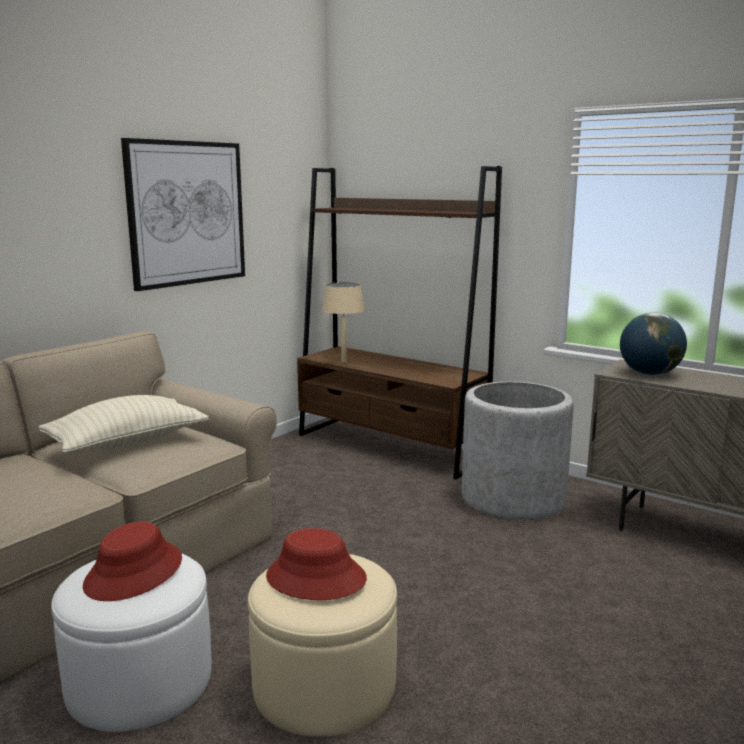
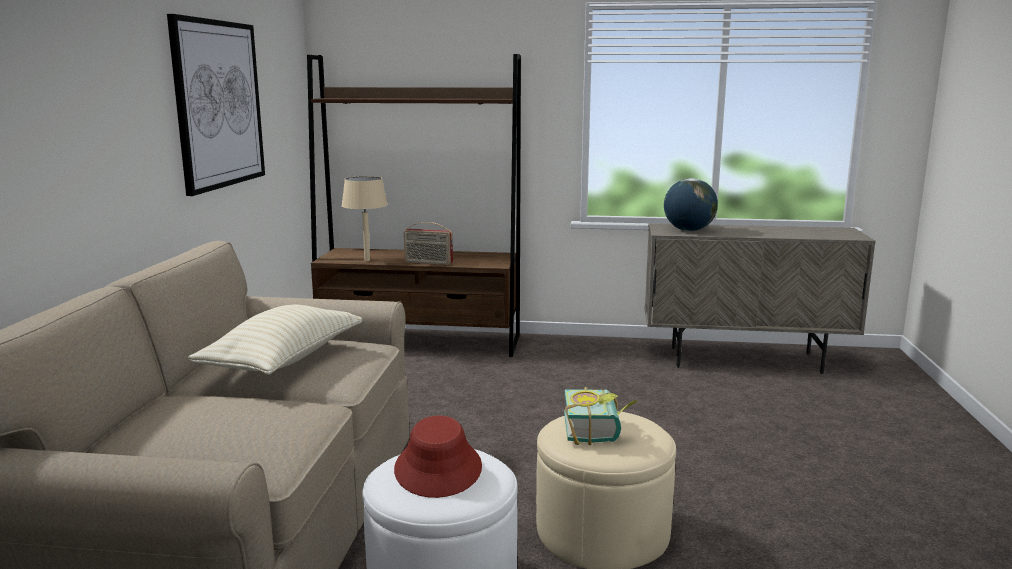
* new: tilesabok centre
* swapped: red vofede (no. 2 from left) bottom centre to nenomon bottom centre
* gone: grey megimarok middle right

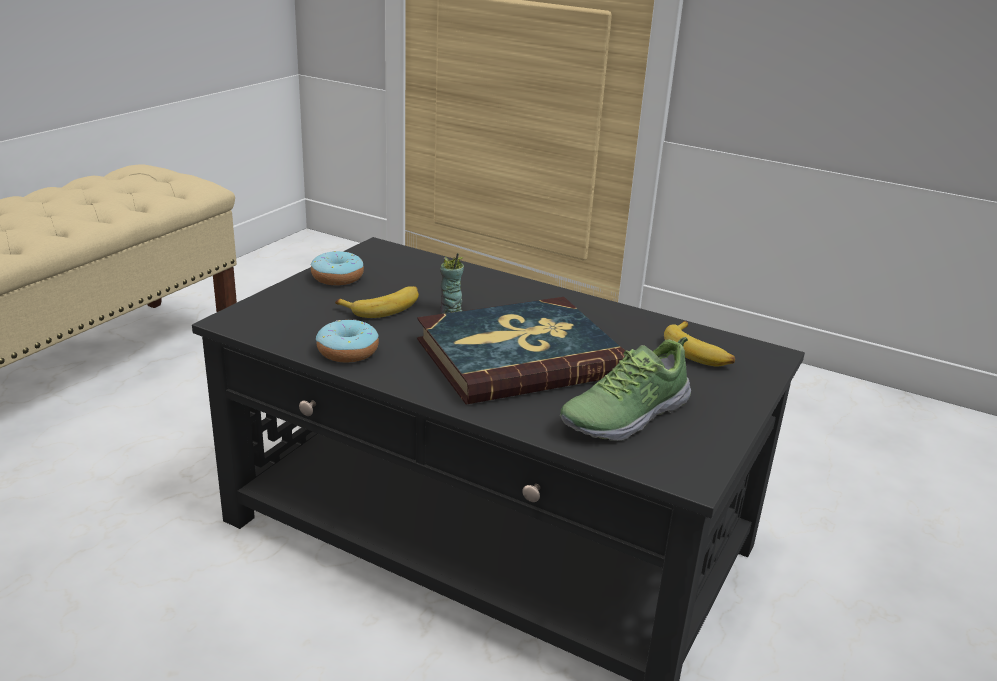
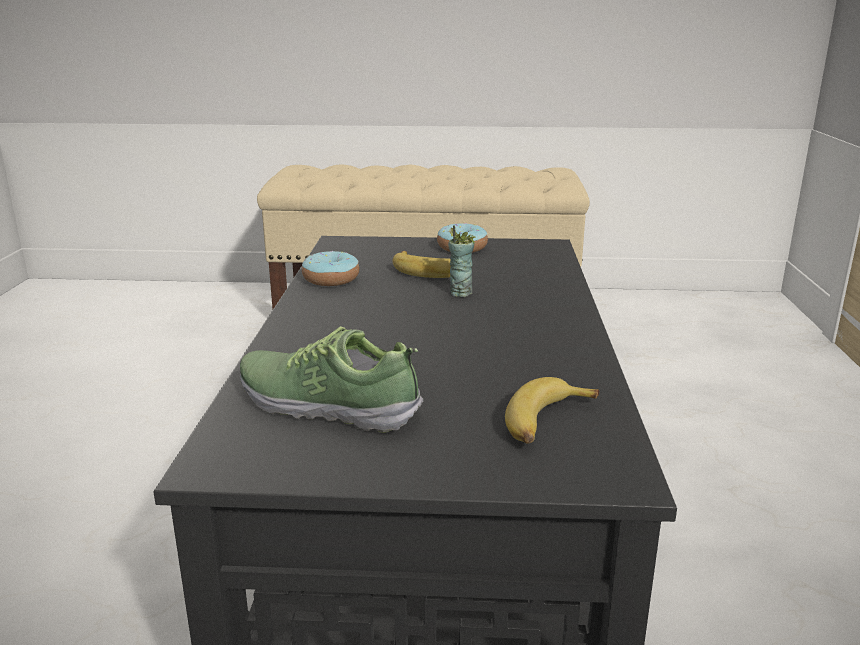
* gone: nenomon centre

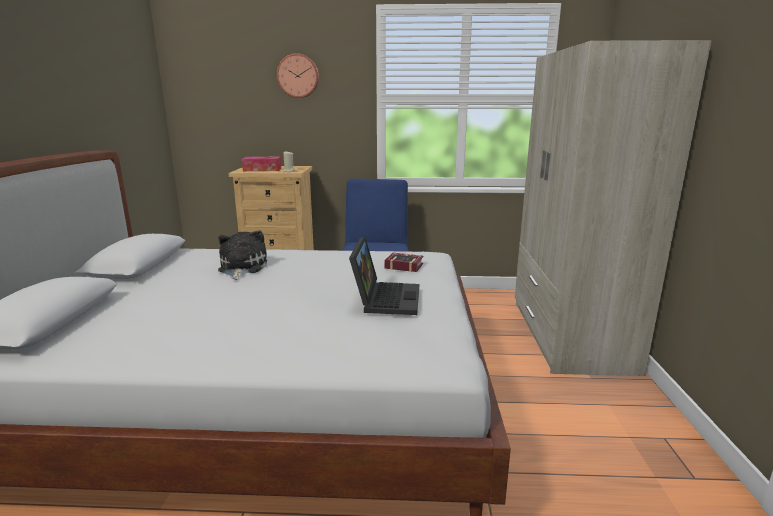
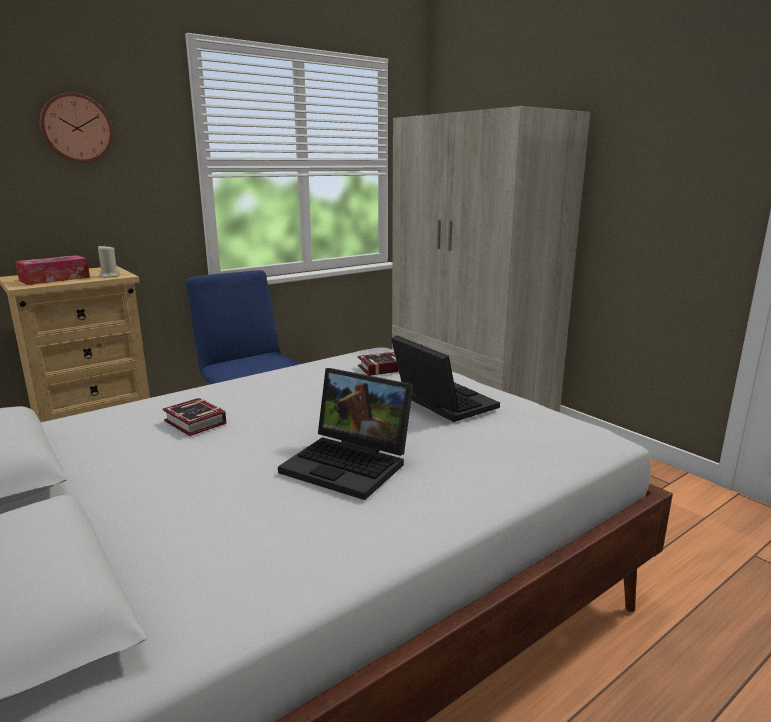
* swapped: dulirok middle left to nenomon (no. 1 from left) middle left
* new: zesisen (no. 1 from left) centre

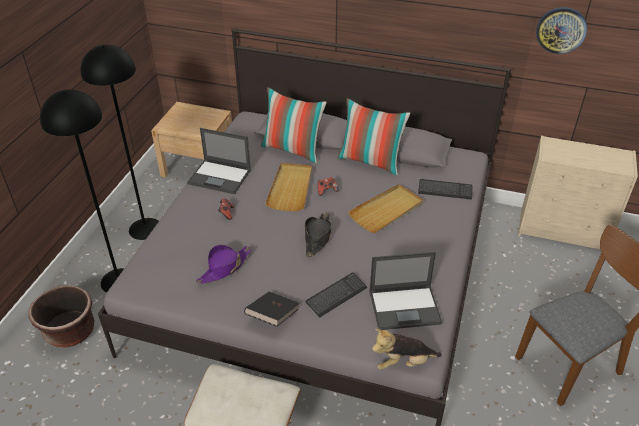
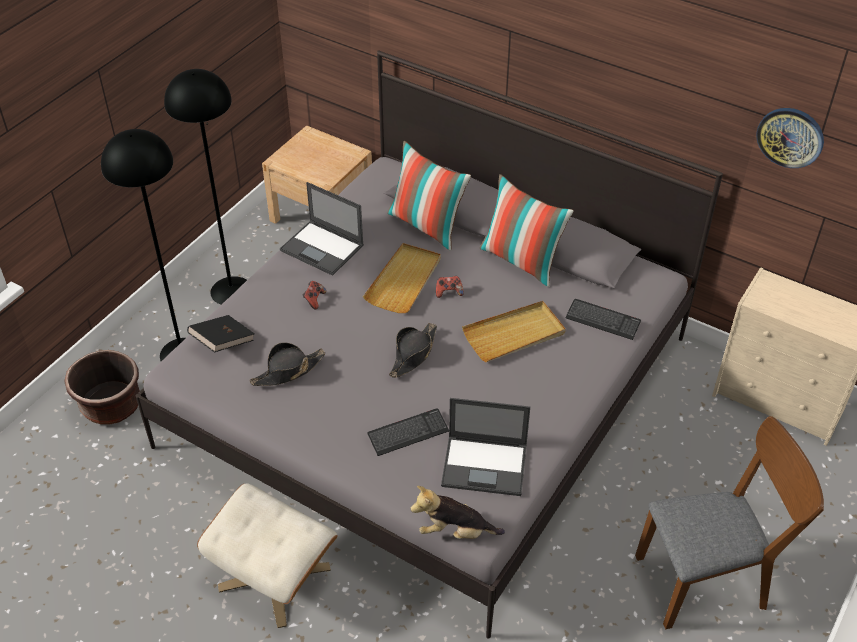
* shifted: black nenomon bottom centre to middle left
* repainted: purple vofede centre to black vofede (no. 1 from left) centre

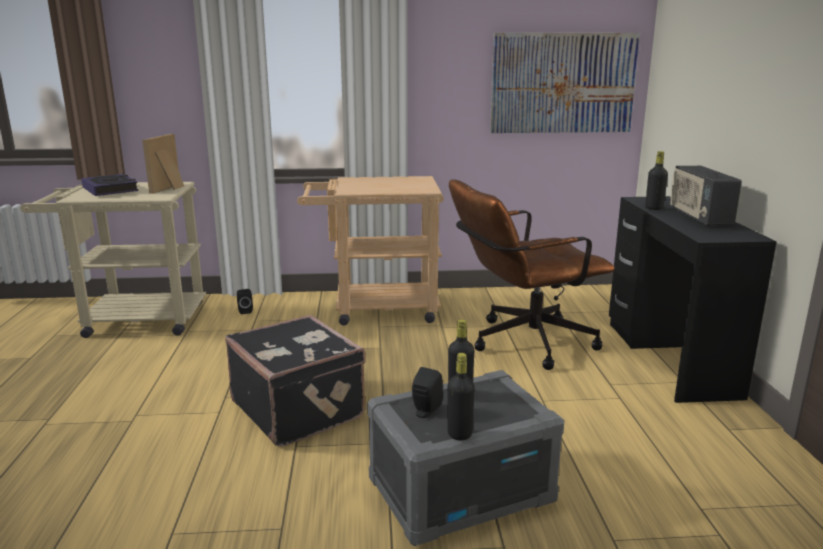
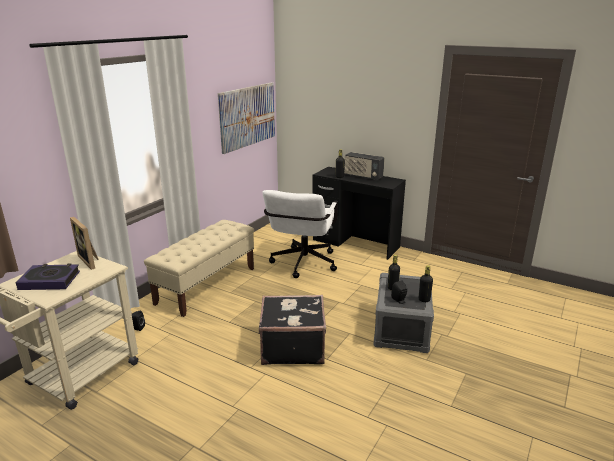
* swapped: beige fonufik (no. 2 from left) centre to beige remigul middle left
* repainted: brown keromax centre to white keromax centre

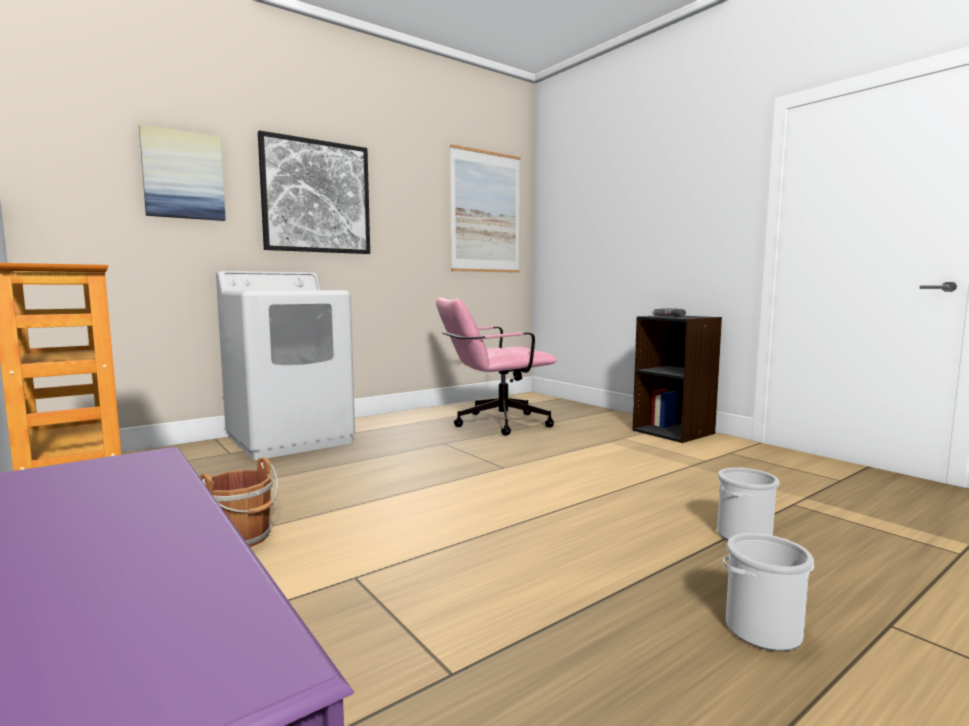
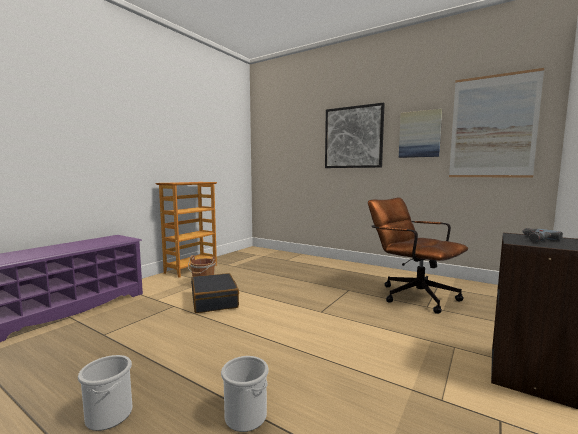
* new: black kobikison bottom centre
* repainted: pink keromax centre to brown keromax middle right
* shifted: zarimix (no. 1 from left in the first image) top left to zarimix (no. 2 from left) top right
* gone: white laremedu middle left

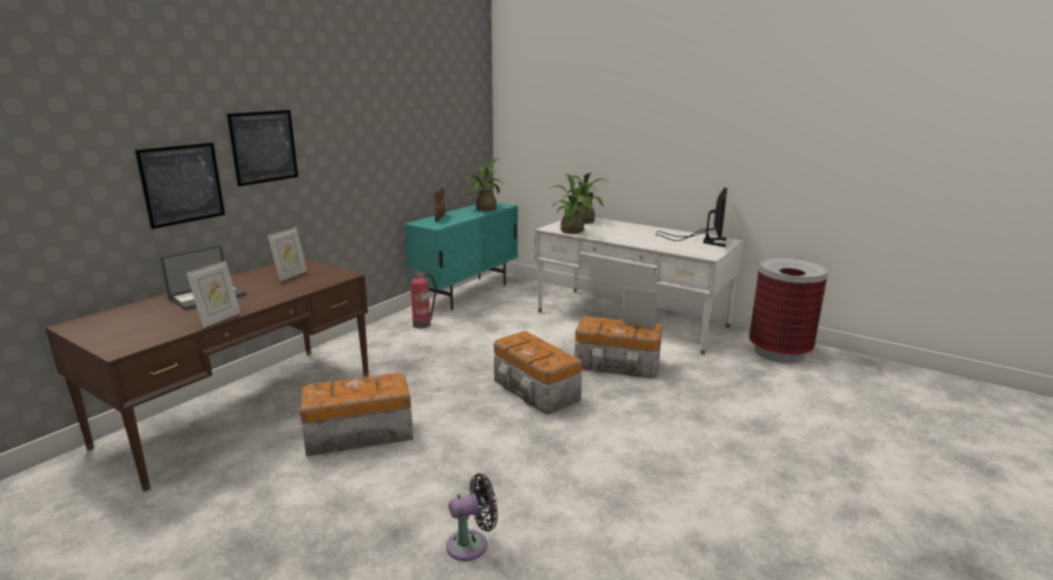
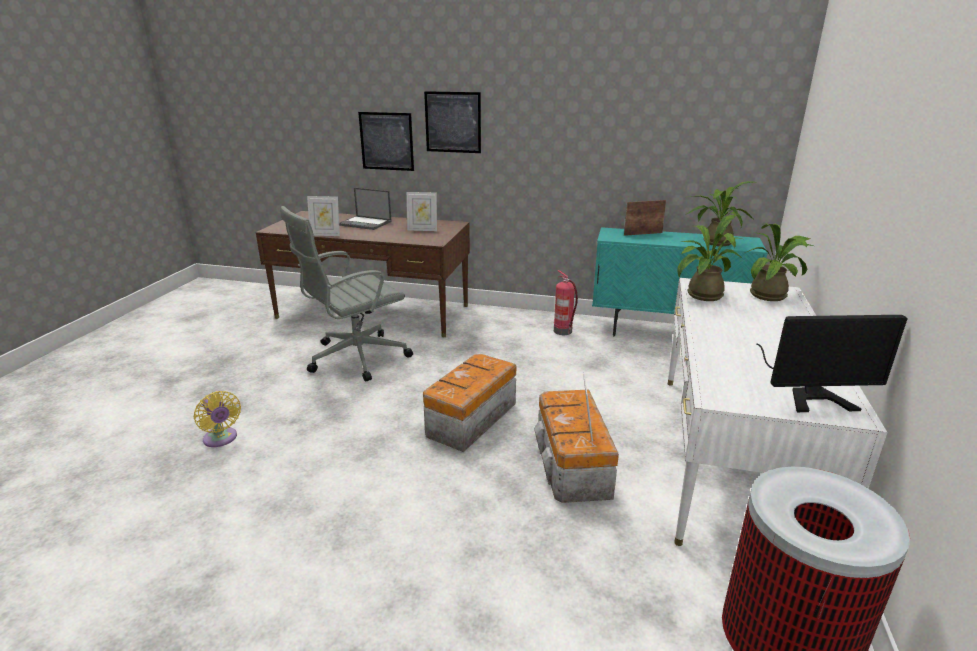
* repainted: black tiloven bottom centre to yellow tiloven middle left
* swapped: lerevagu (no. 1 from left) bottom centre to grey keromax centre

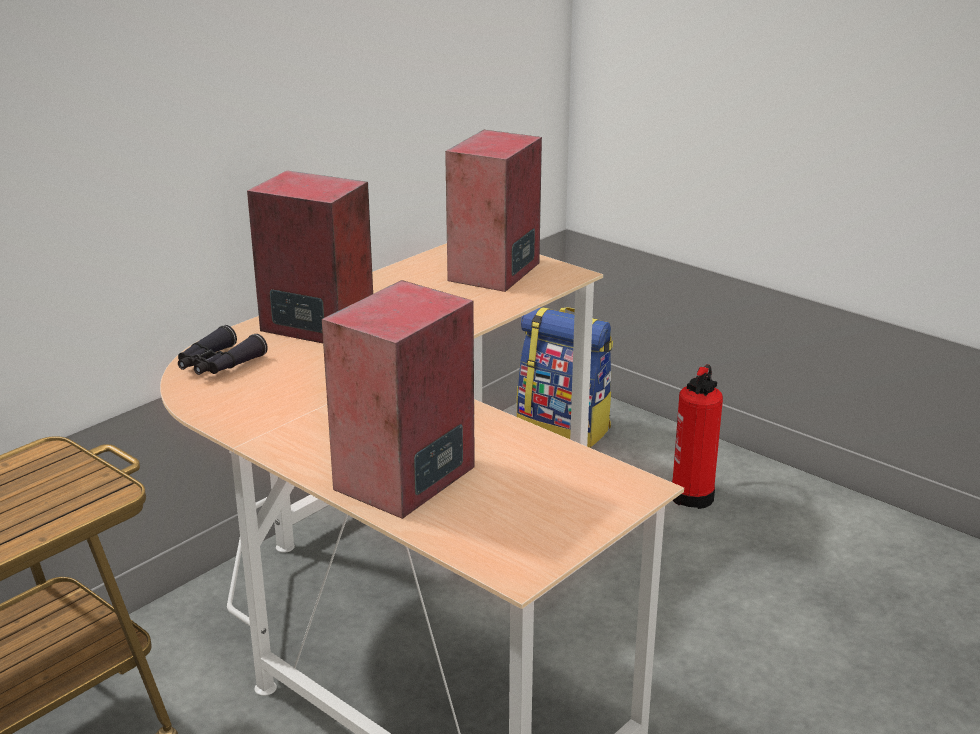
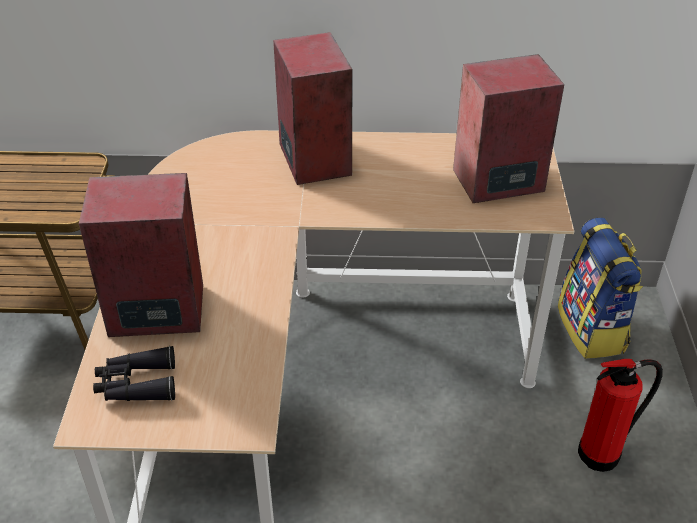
* shifted: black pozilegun middle left to bottom left

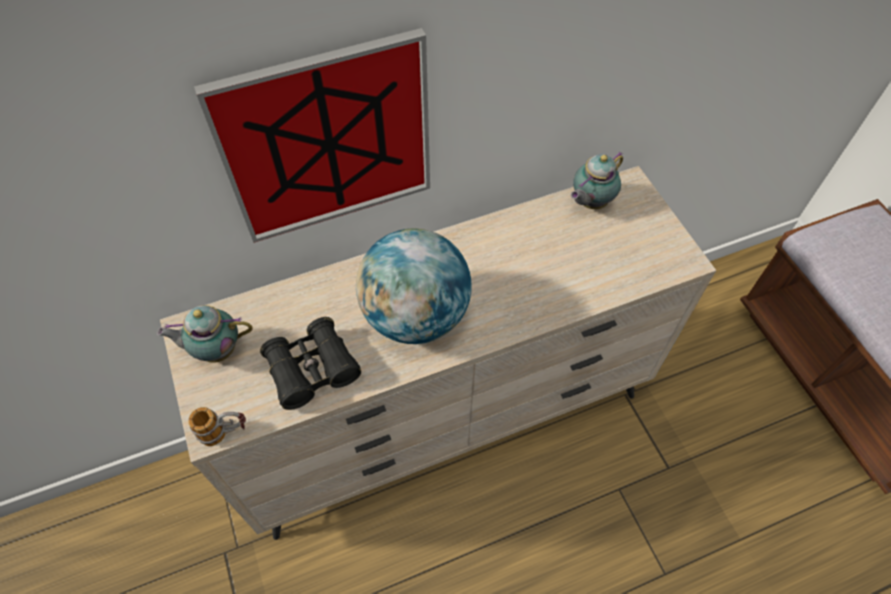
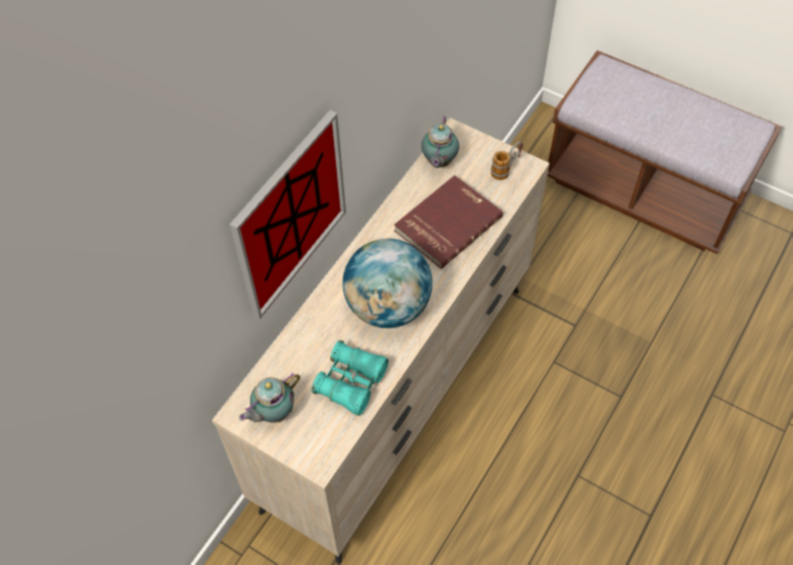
* repainted: black pozilegun centre to turquoise pozilegun bottom centre
* new: red nenomon centre
* shifted: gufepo bottom left to top centre

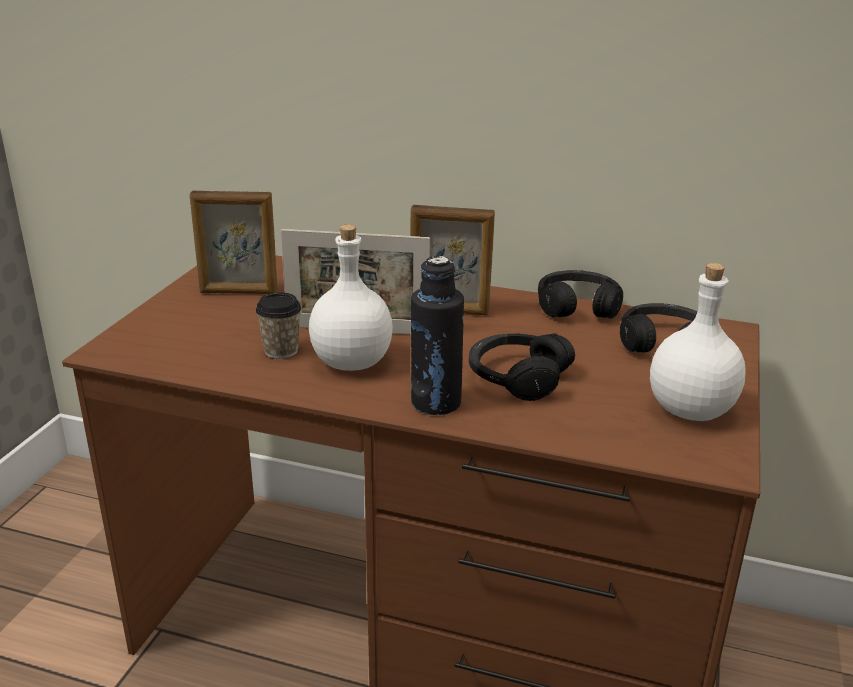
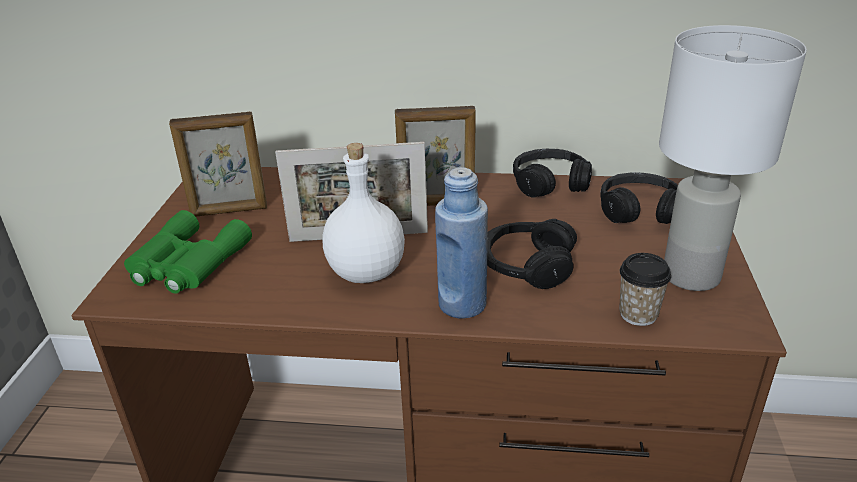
* new: green pozilegun middle left
* repainted: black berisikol centre to blue berisikol centre
* shifted: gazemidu middle left to middle right
* swapped: white berisikol (no. 2 from left) middle right to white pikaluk top right

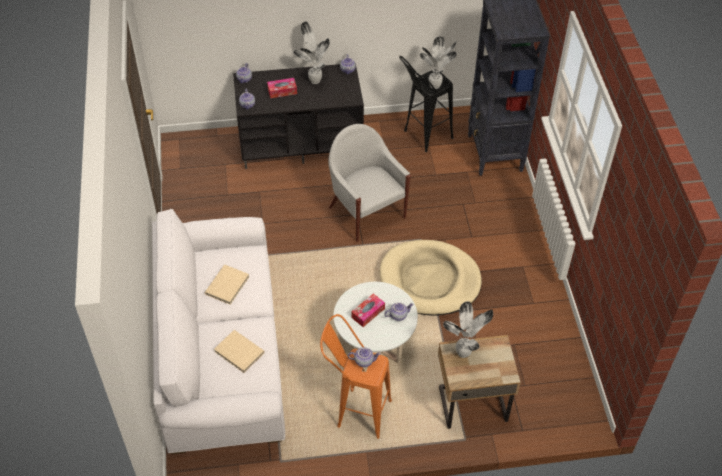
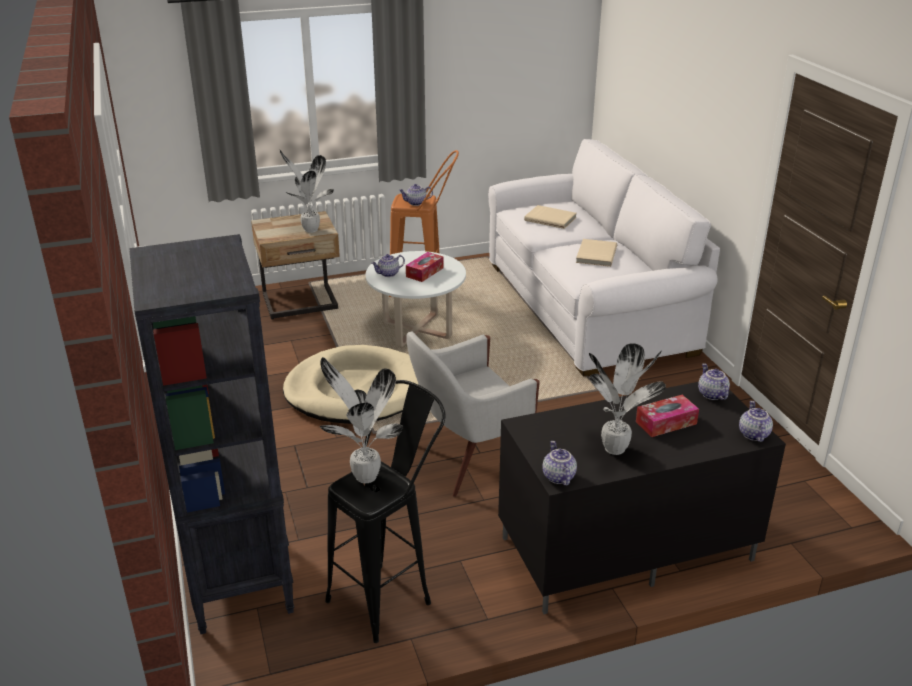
* rotated: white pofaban centre = centre 105 degrees clockwise

